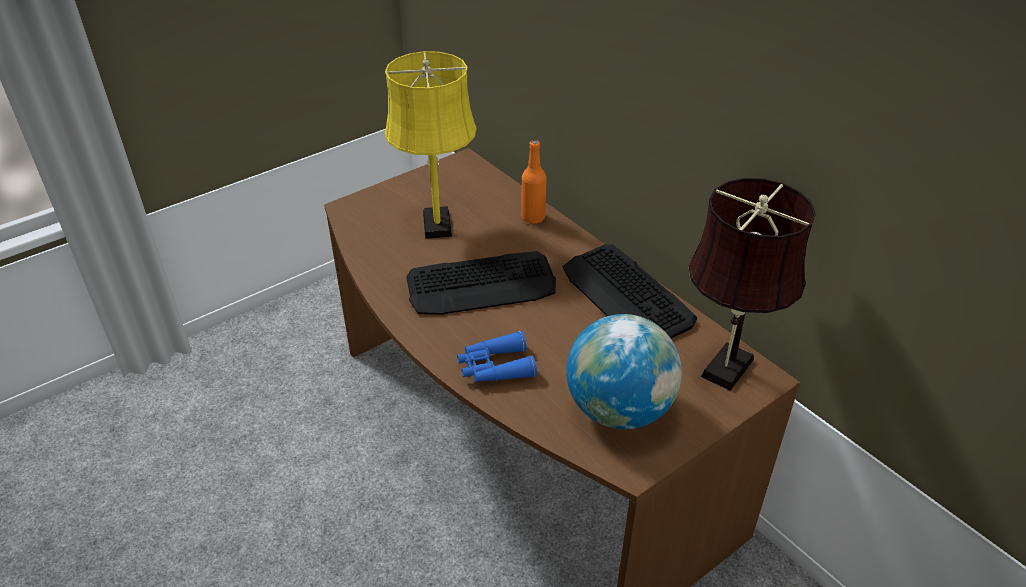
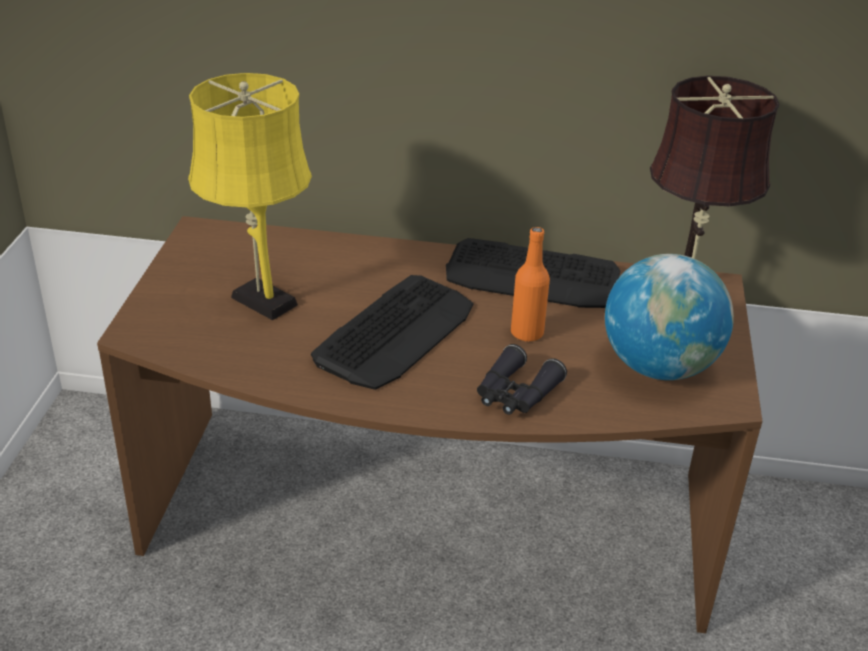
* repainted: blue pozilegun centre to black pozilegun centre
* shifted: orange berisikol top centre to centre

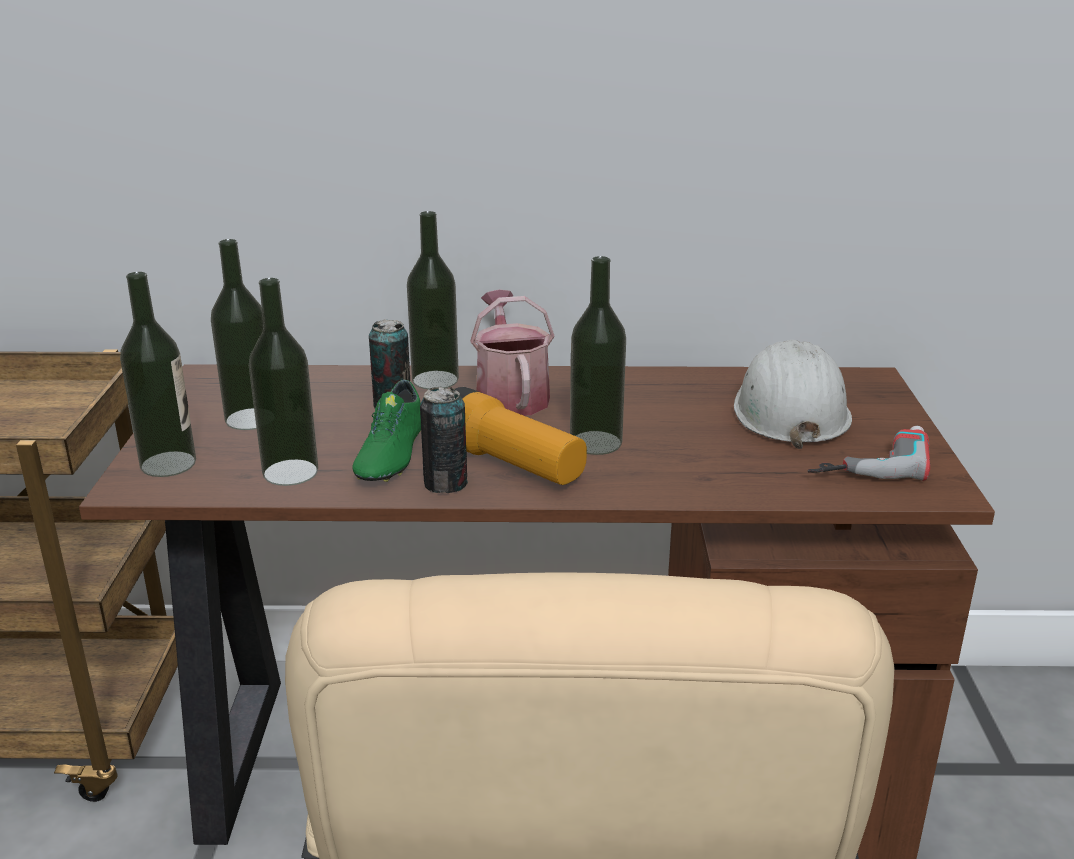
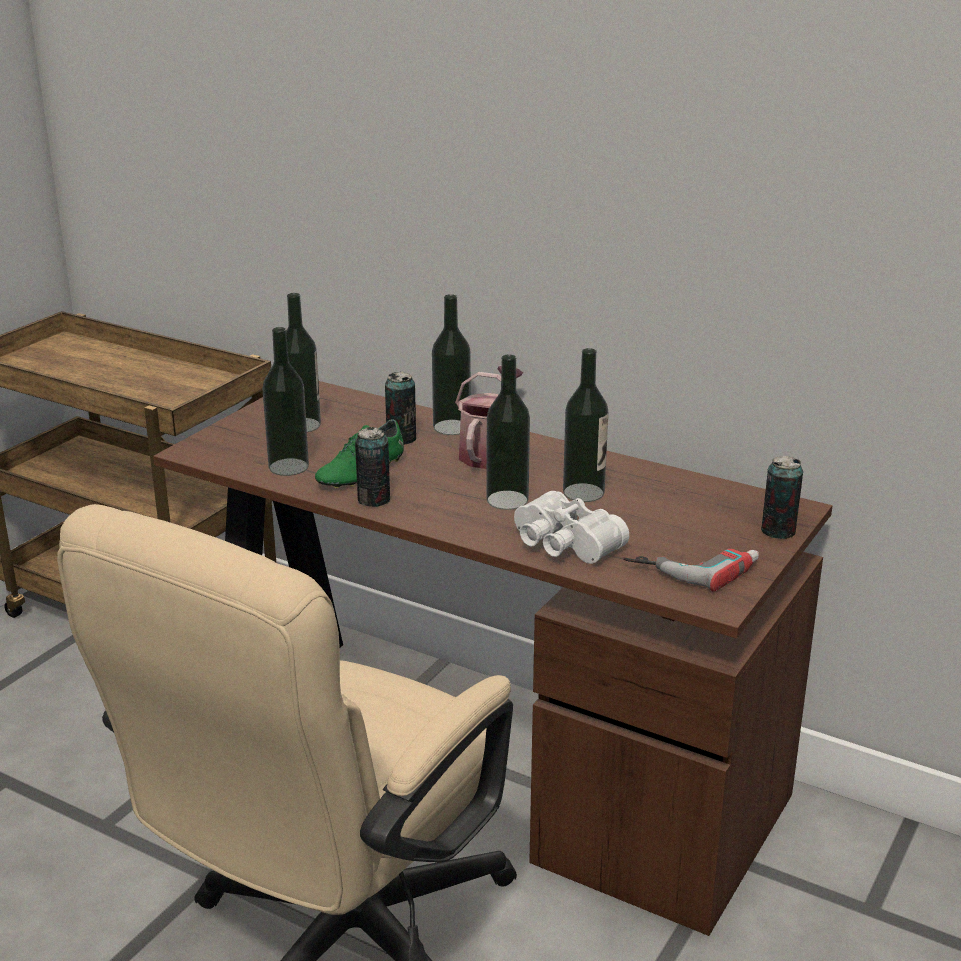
* new: white pozilegun centre
* shifted: berisikol (no. 1 from left in the first image) middle left to berisikol (no. 5 from left) centre
* new: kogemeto (no. 3 from left) middle right
* gone: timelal centre
* gone: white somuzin middle right

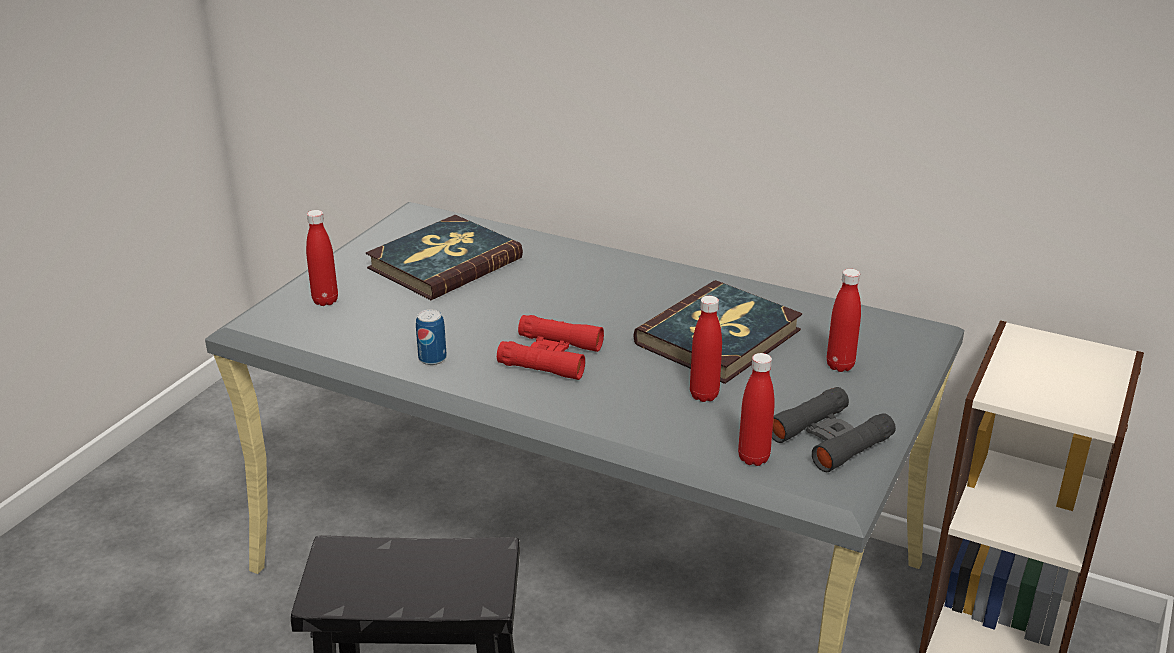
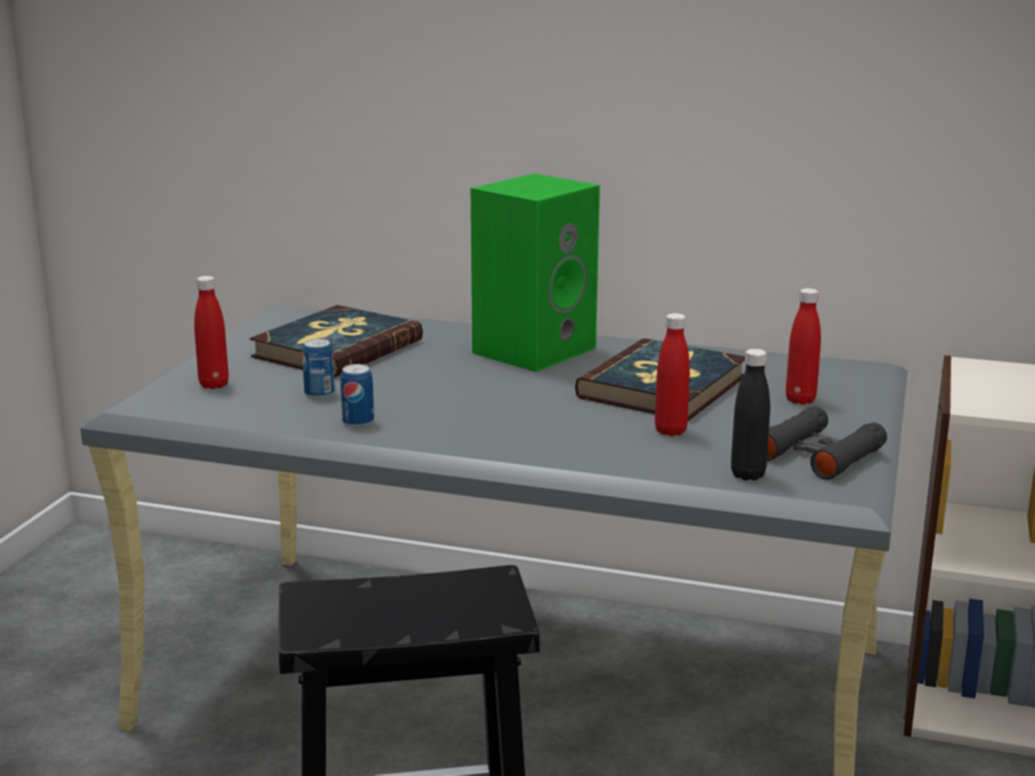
* new: kogemeto (no. 1 from left) middle left
* new: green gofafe centre
* repainted: red berisikol (no. 3 from left) centre to black berisikol middle right
* gone: red pozilegun centre

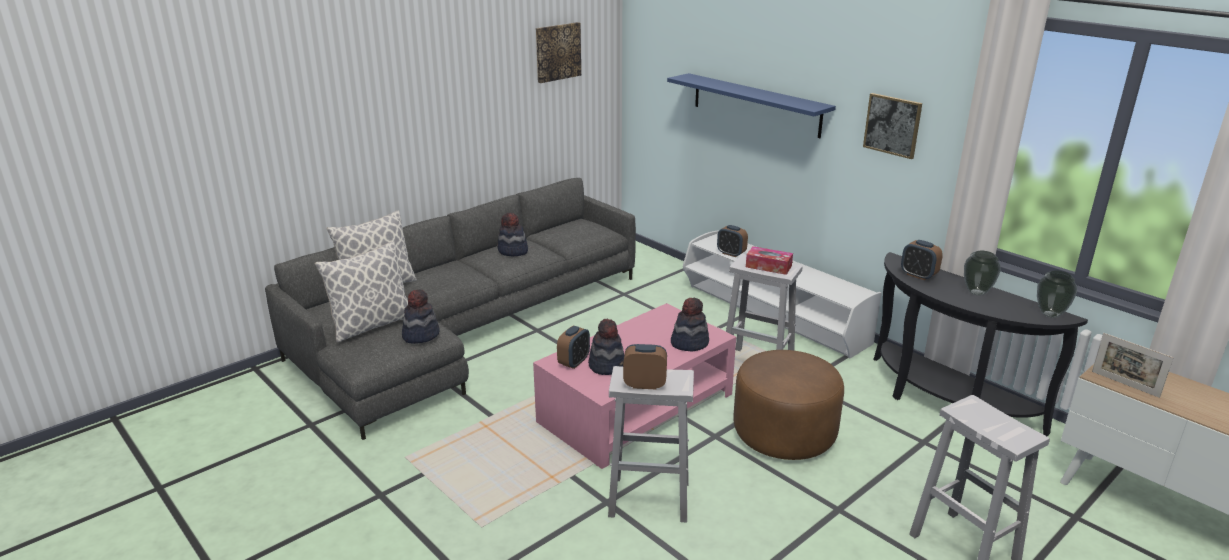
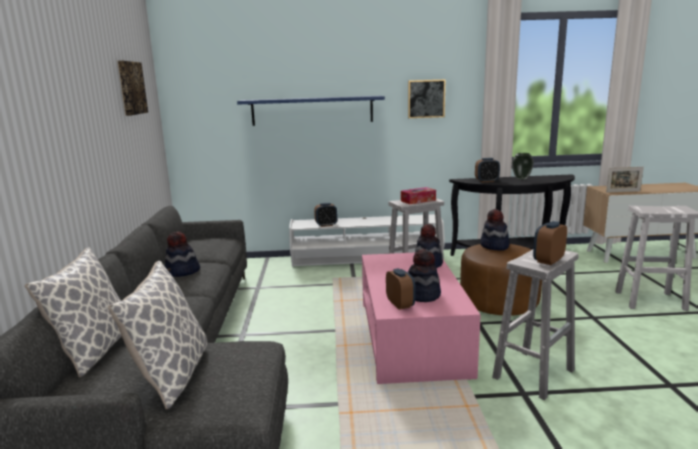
* shifted: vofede (no. 1 from left in the first image) centre to vofede (no. 4 from left) middle right
* gone: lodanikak (no. 2 from left) middle right

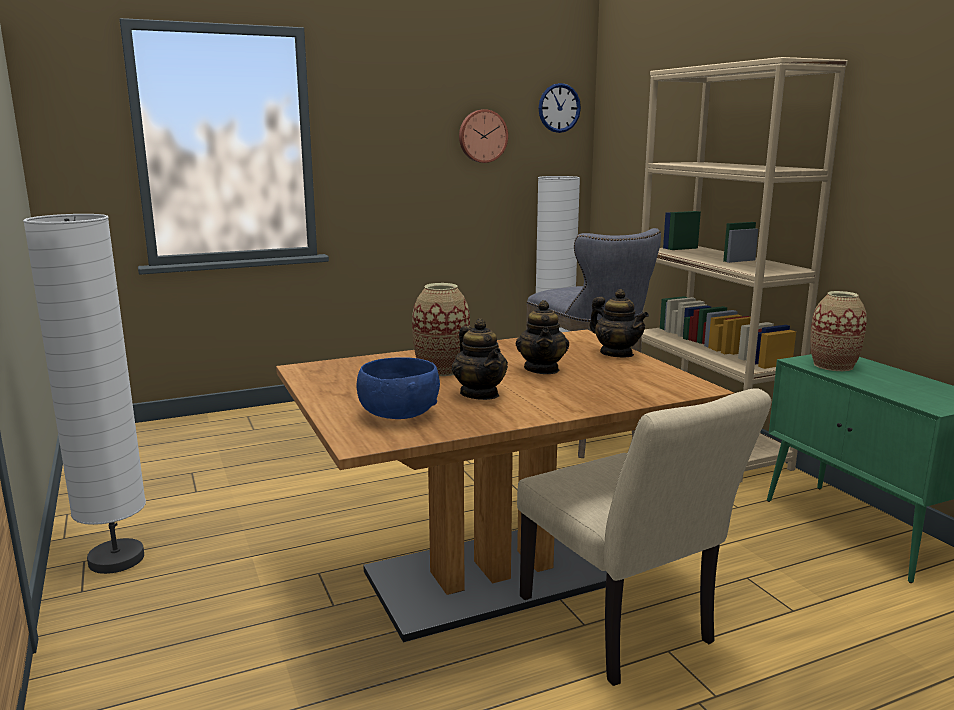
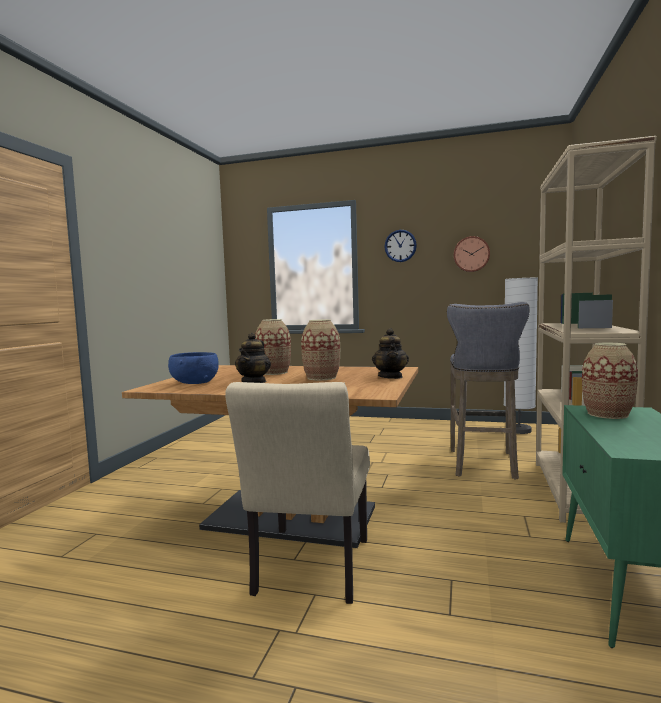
* swapped: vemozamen (no. 2 from left) centre to lodanikak (no. 2 from left) centre
* shifted: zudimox (no. 2 from left in the first image) top centre to zudimox (no. 1 from left) centre
* gone: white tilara (no. 1 from left) middle left

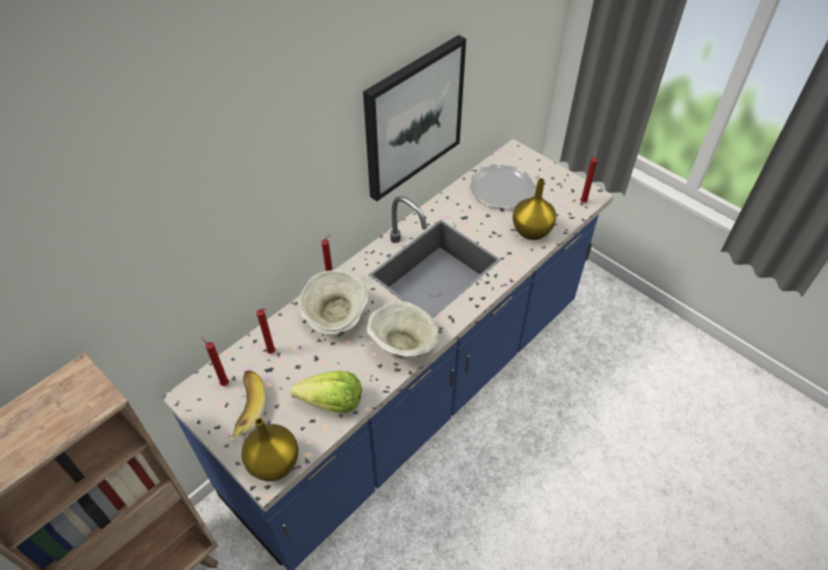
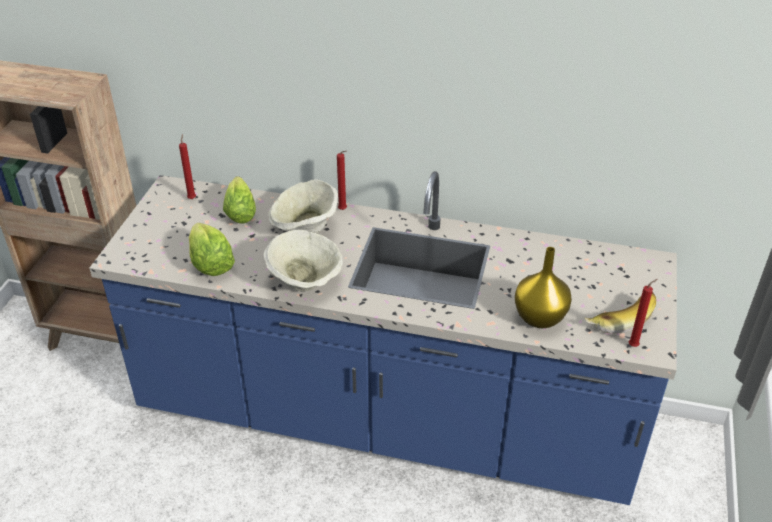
* swapped: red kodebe (no. 2 from left) middle left to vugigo (no. 2 from left) middle left
* shifted: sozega bottom left to middle right
* gone: yellow lodanikak (no. 1 from left) bottom left
* gone: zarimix top centre
* gone: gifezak top centre

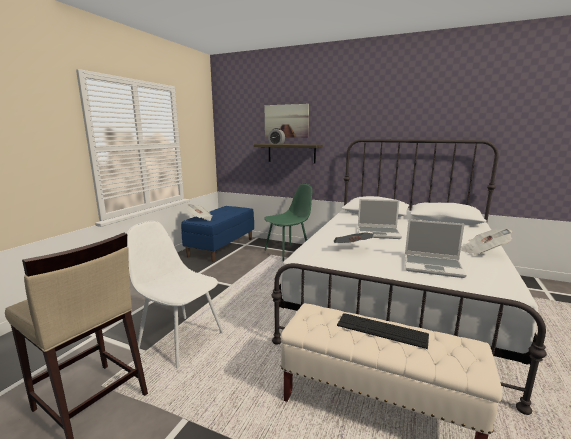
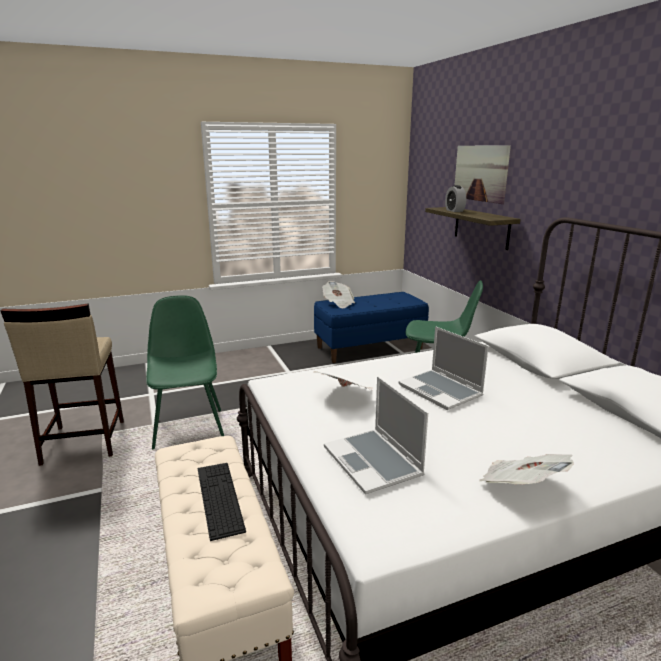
* repainted: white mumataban bottom left to green mumataban (no. 1 from left) middle left

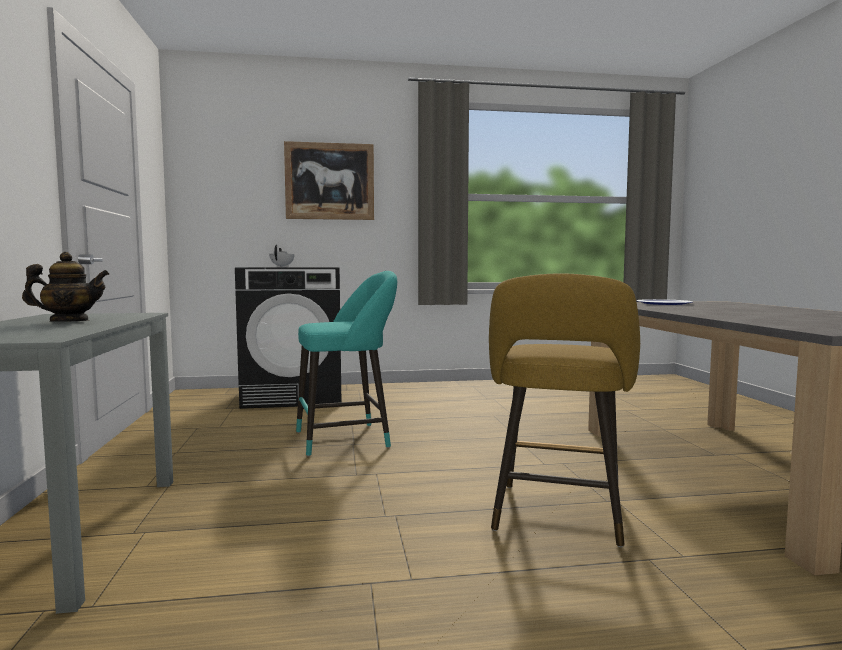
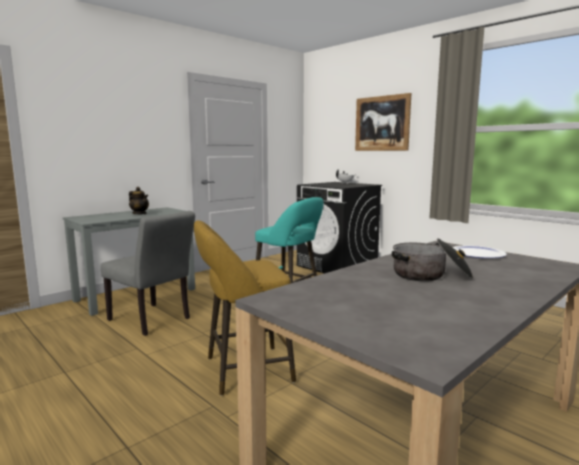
* new: grey mumataban middle left
* new: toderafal middle right

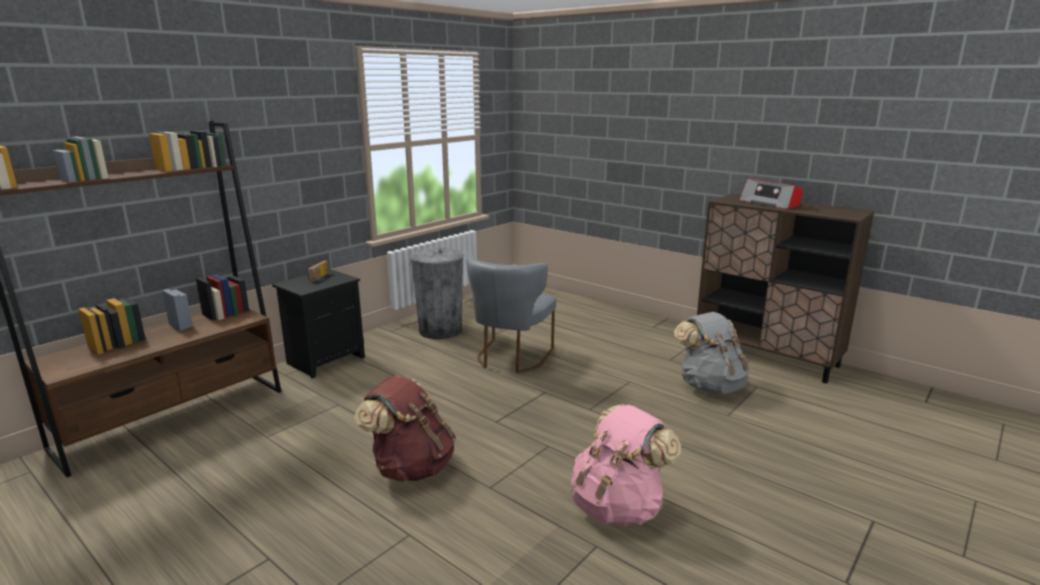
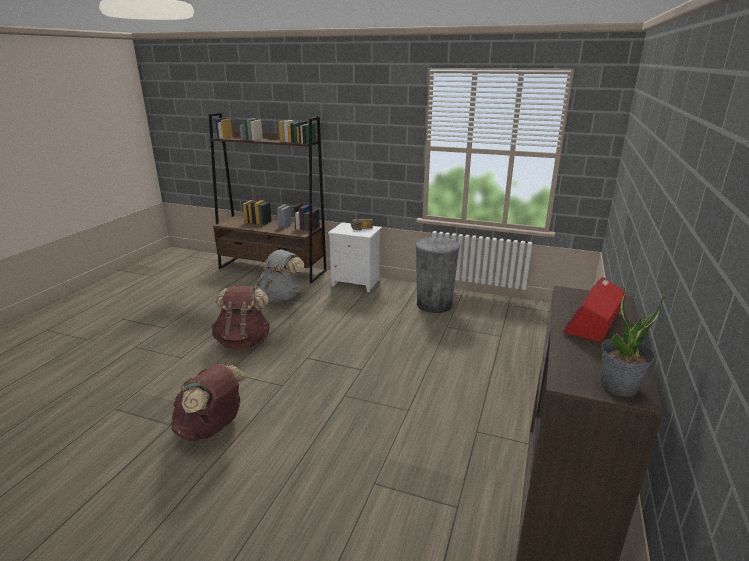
* repainted: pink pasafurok bottom centre to brown pasafurok (no. 1 from left) bottom left
* shifted: grey pasafurok middle right to centre
* repainted: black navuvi middle left to white navuvi centre
* new: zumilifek middle right
* gone: grey mumataban centre

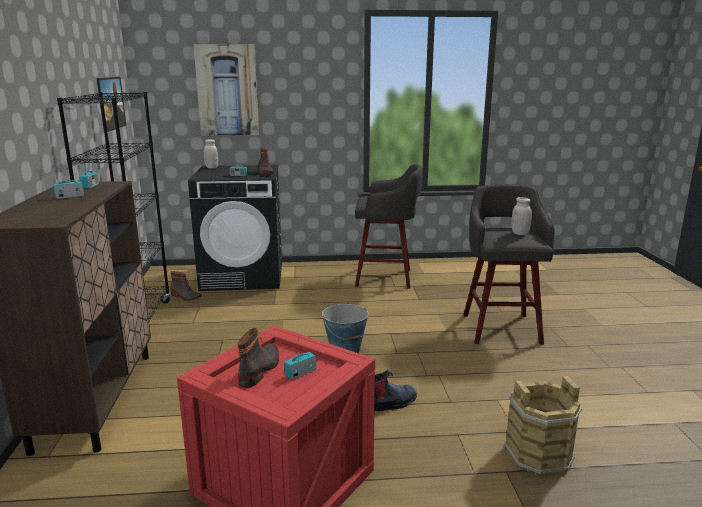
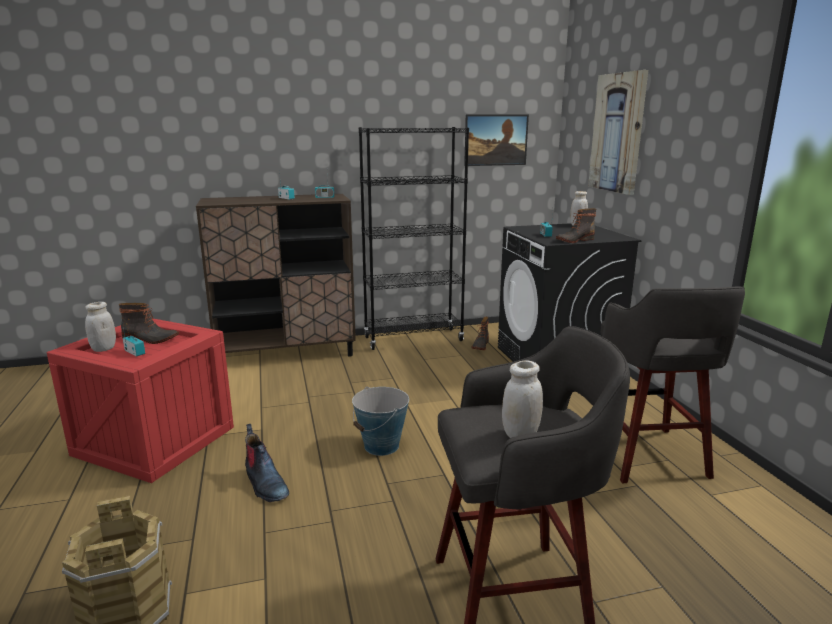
* new: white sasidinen (no. 1 from left) middle left

